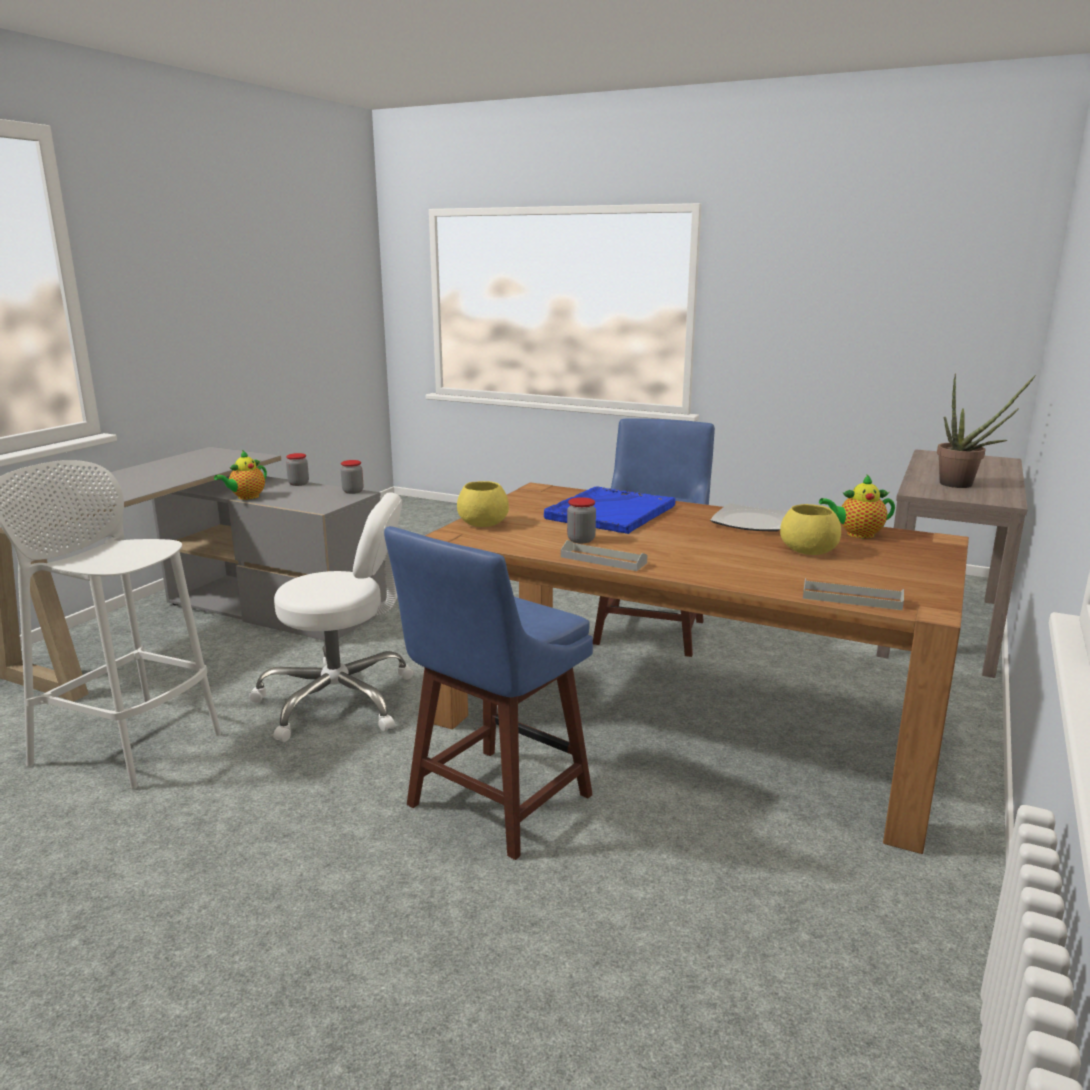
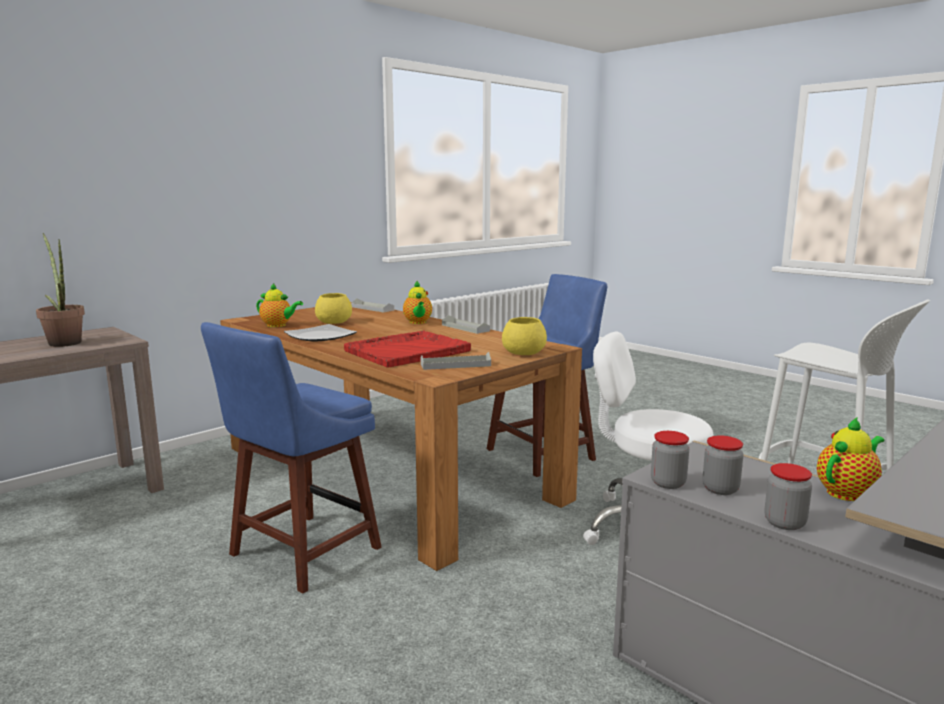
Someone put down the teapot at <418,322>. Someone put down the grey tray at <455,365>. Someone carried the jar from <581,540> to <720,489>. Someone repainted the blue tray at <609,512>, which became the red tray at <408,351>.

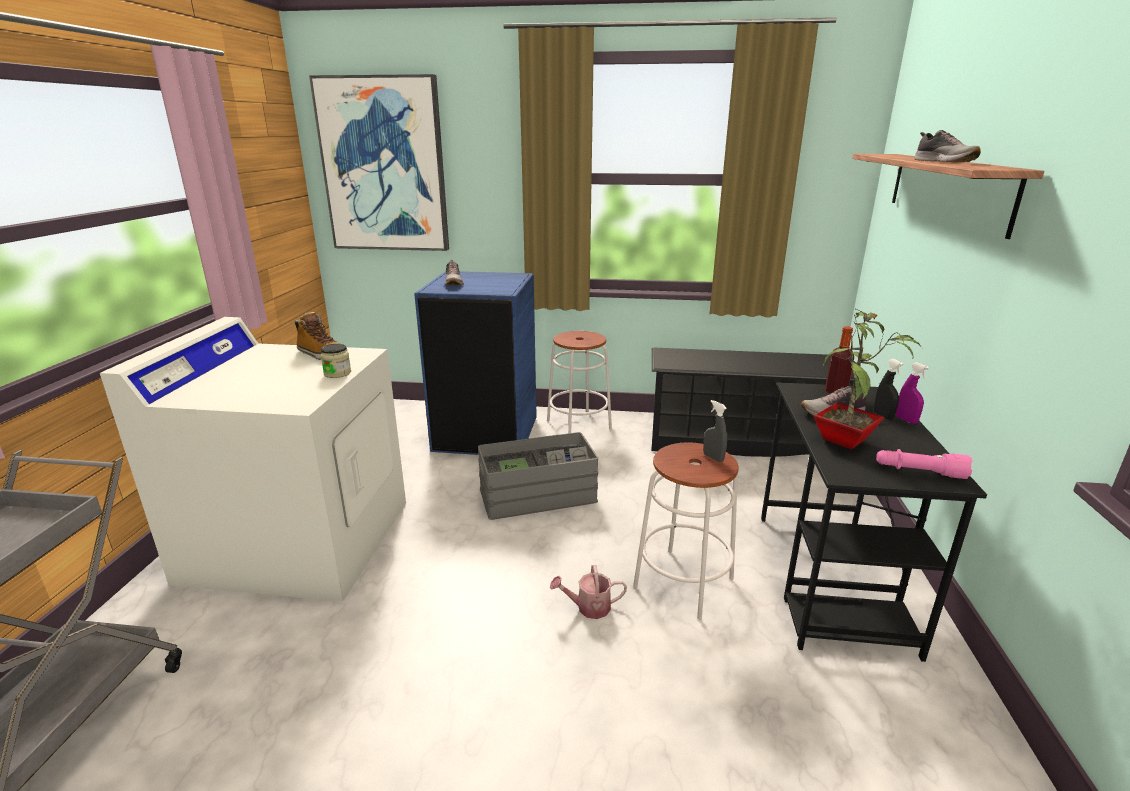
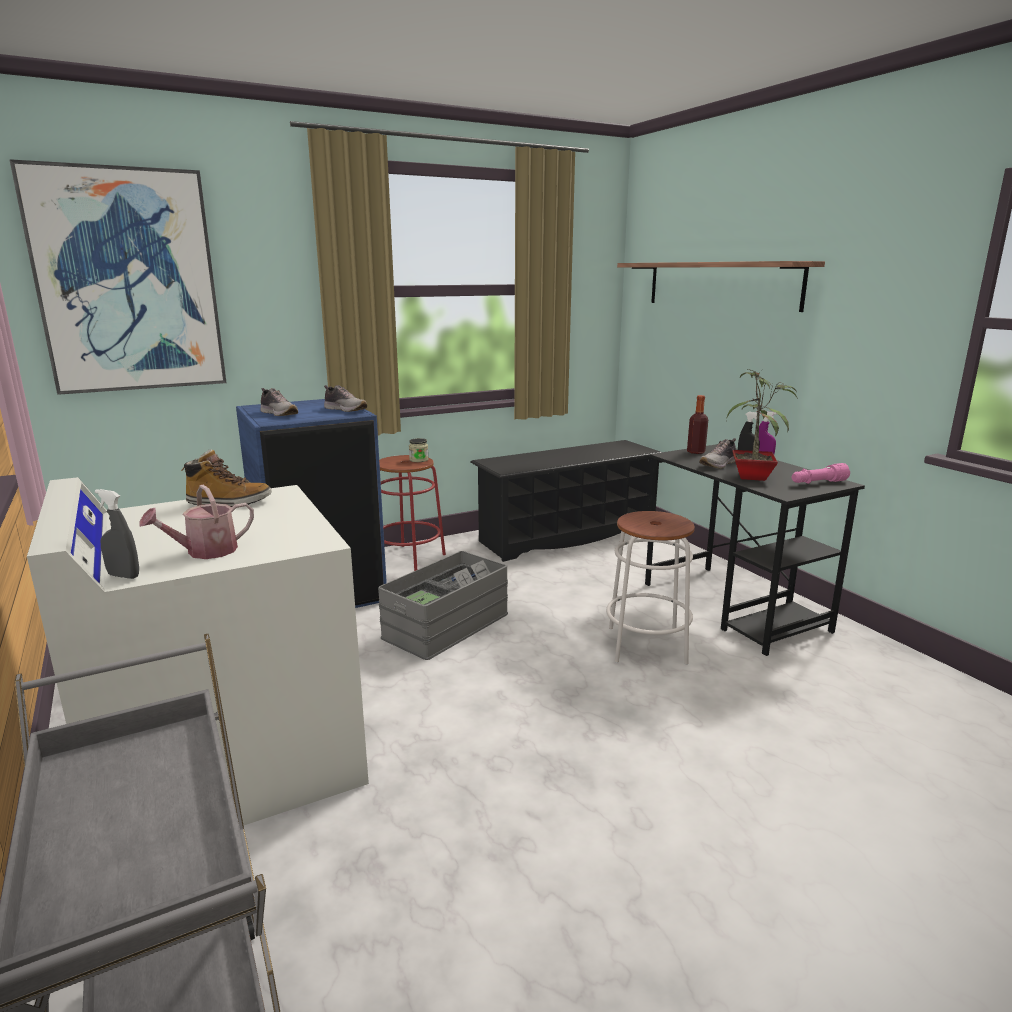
Someone carried the jar from <337,373> to <419,460>. Someone carried the watering can from <588,607> to <205,552>. Someone carried the grey spray bottle from <713,458> to <123,576>. Someone carried the shoe from <944,162> to <346,410>. Someone repainted the white stool at <578,424>, which became the red stool at <409,559>.

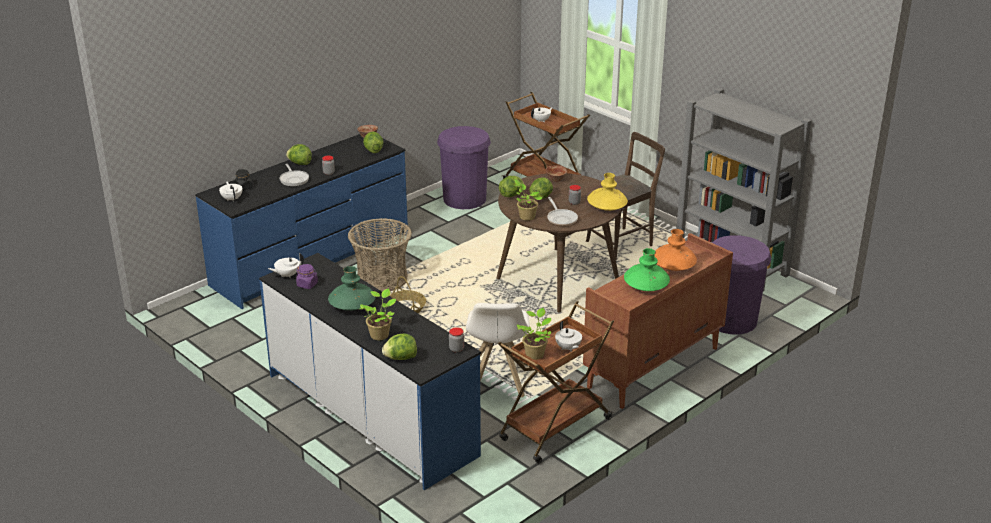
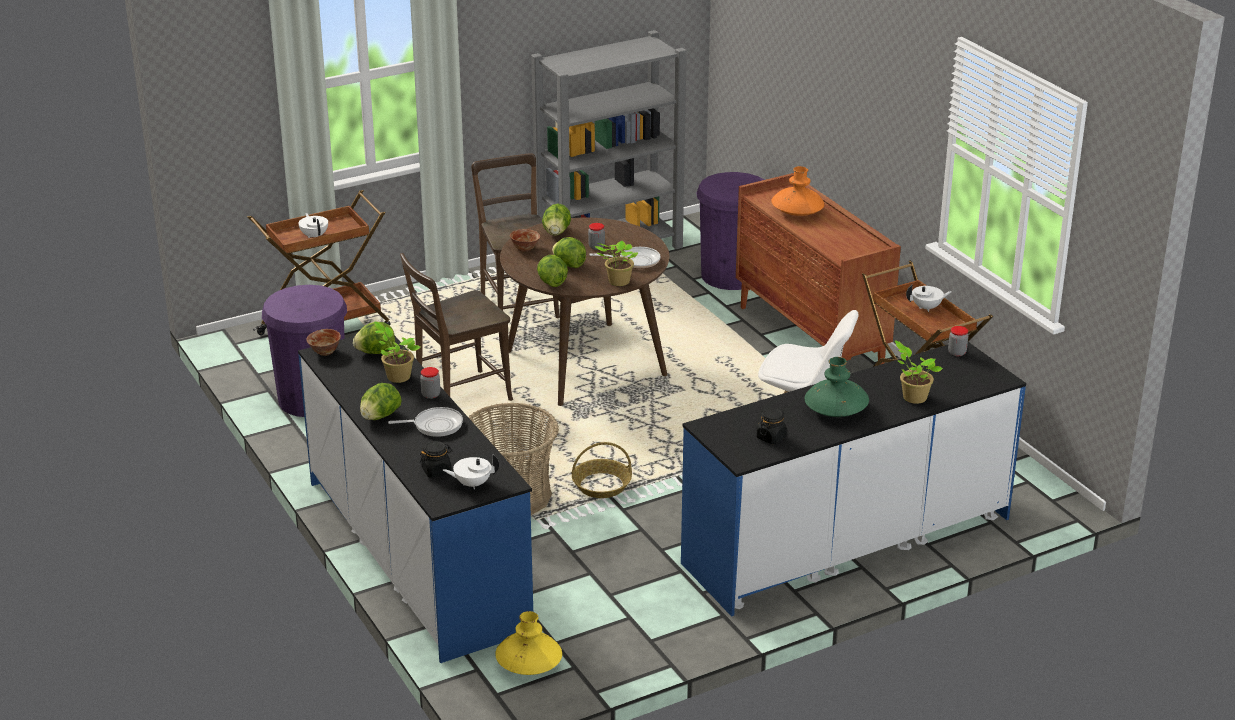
Someone took away the white teapot at <287,275>. Someone took away the green vase at <646,285>. Someone put down the brown chair at <459,397>. Someone carried the lettuce from <400,358> to <556,232>. Someone carried the potted plant from <535,353> to <397,376>. Someone carried the yellow vase from <607,206> to <529,663>. Someone repainted the purple jar at <307,285>, which became the black jar at <771,437>.

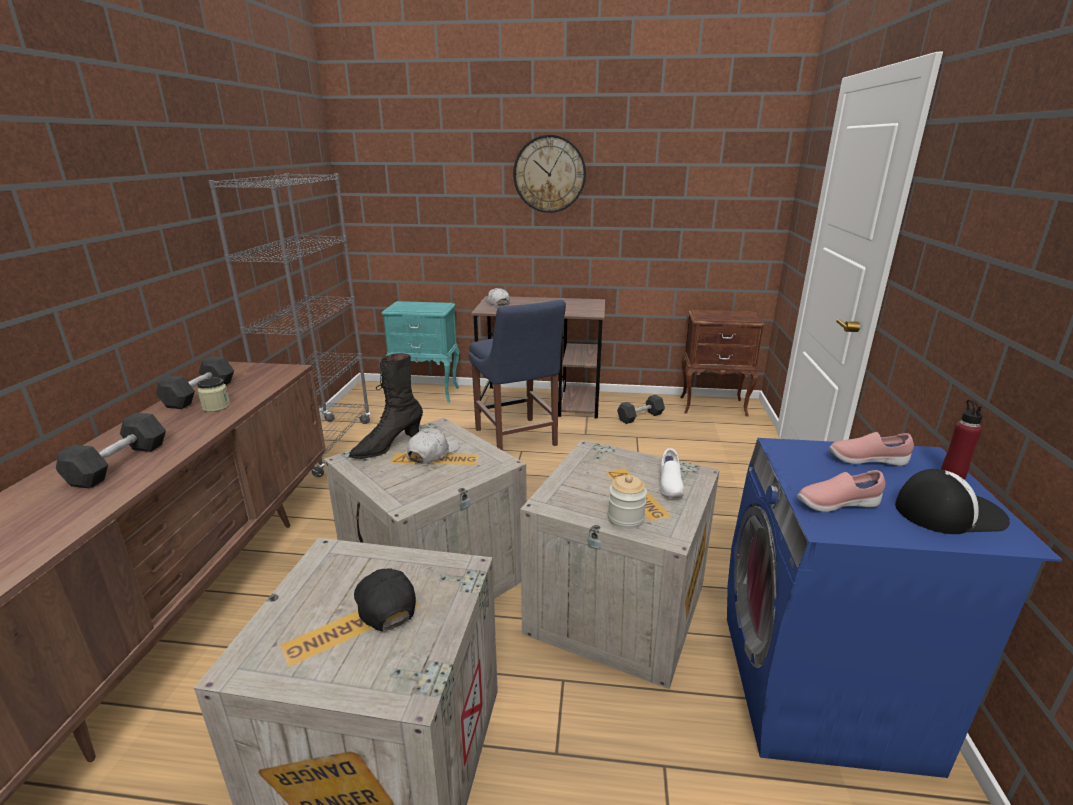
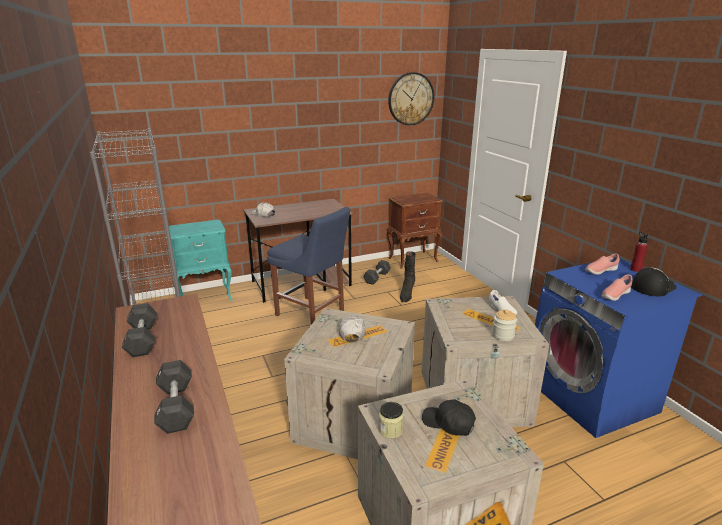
Someone carried the jar from <216,407> to <390,430>. Someone carried the black boot from <387,446> to <406,295>. Someone carried the wall clock from <549,174> to <411,99>.

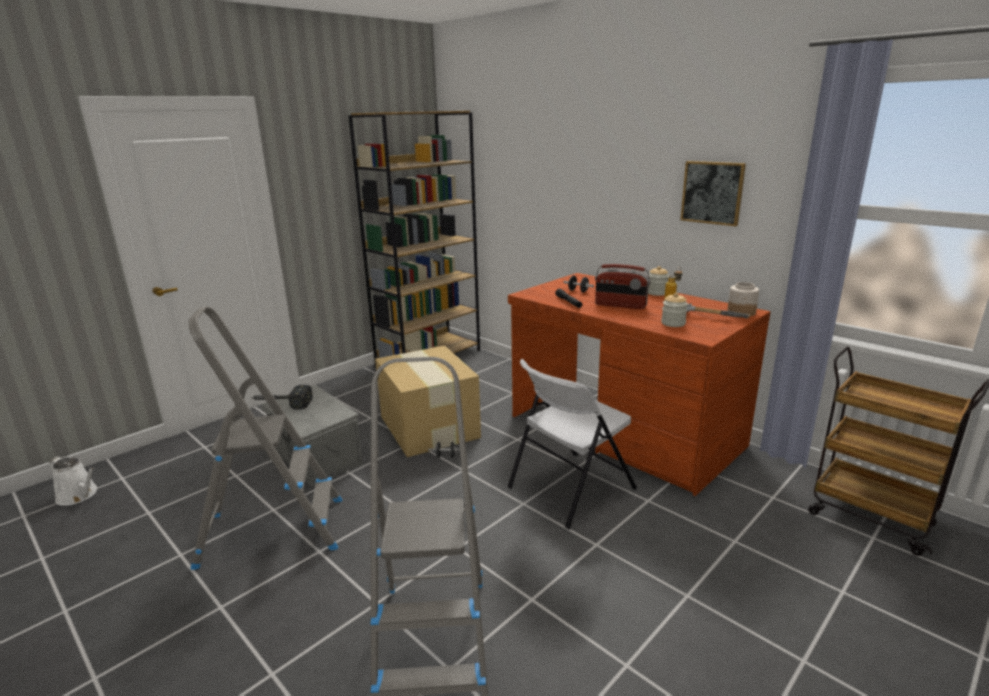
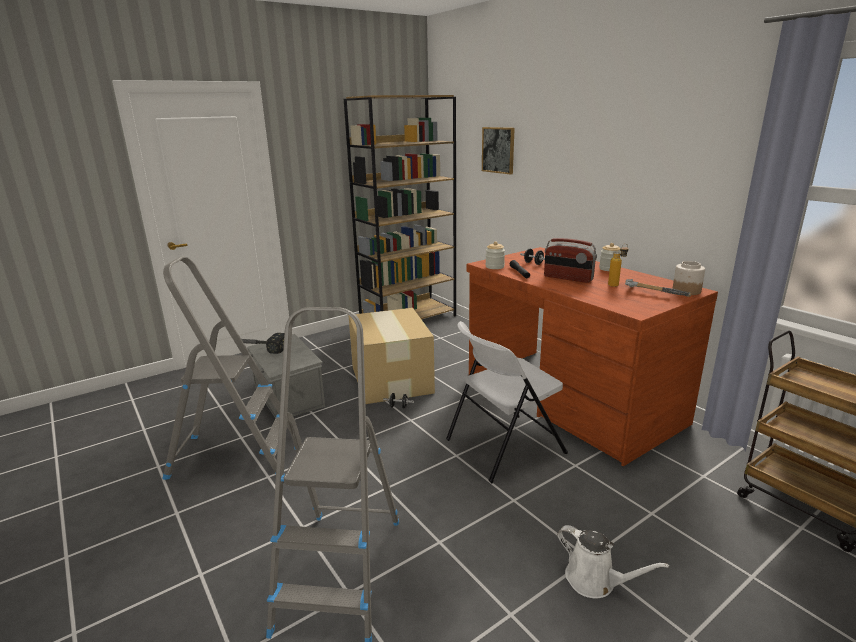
Someone carried the white watering can from <79,495> to <595,581>. Someone carried the jar from <673,323> to <494,267>. Someone carried the picture from <712,192> to <498,150>.

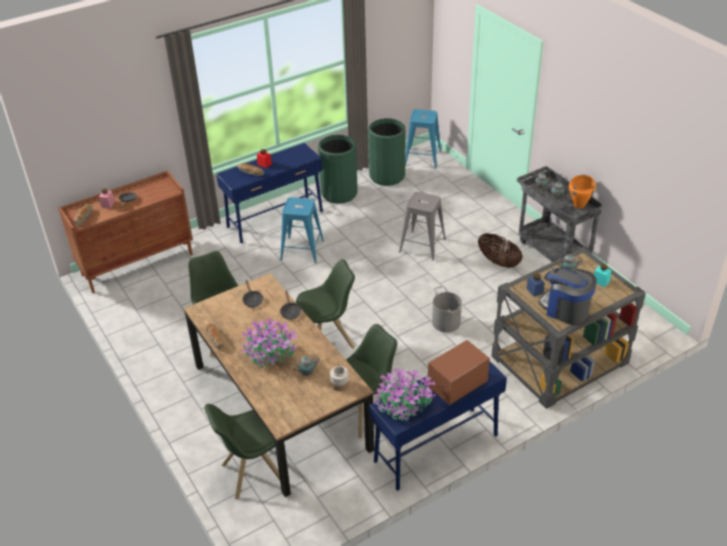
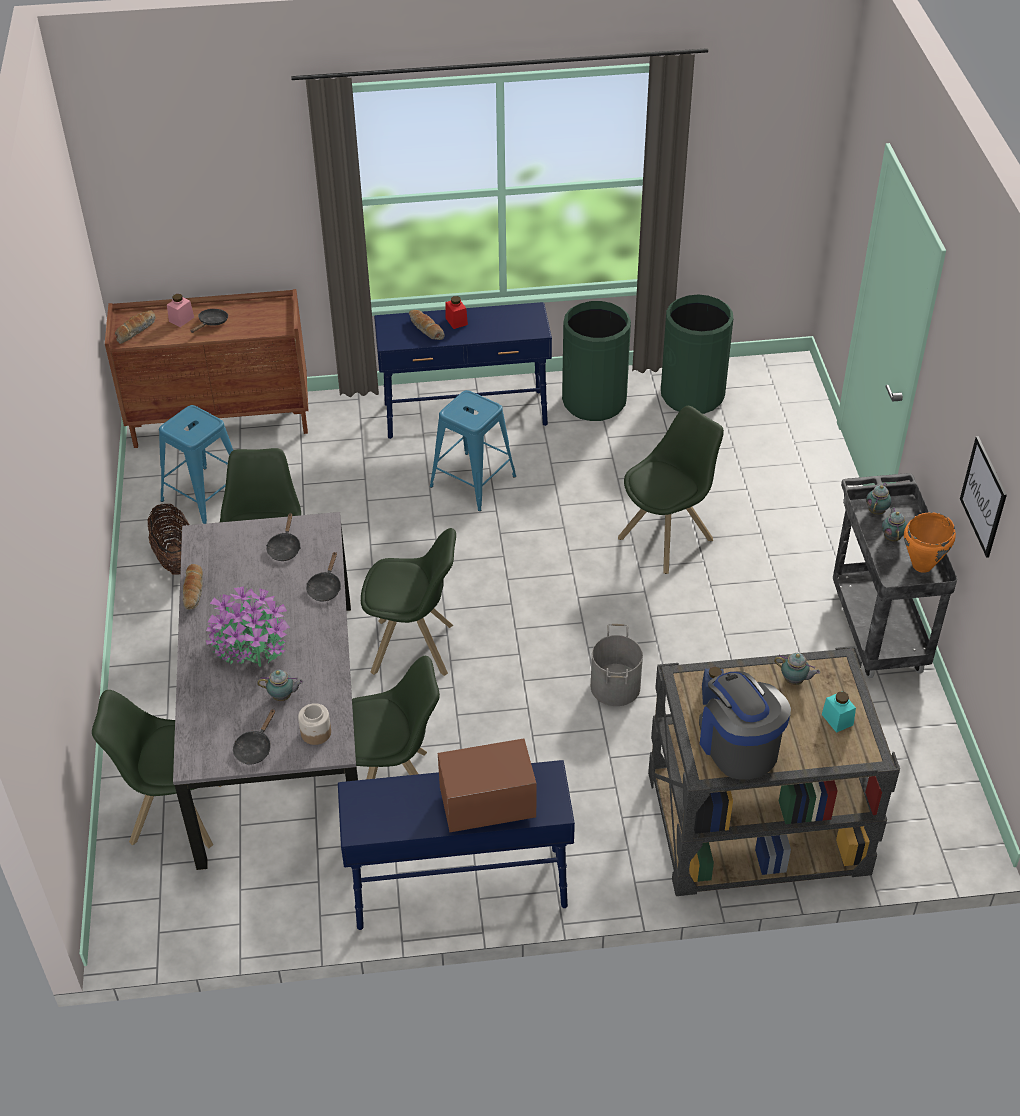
Someone took away the potted plant at <404,406>. Someone put down the black frying pan at <255,748>. Someone put up the picture at <983,496>. Someone carried the blue stool from <423,158> to <205,497>. Someone carried the basket from <498,262> to <175,558>. Someone swapped the grey stool at <422,245> for the green chair at <666,539>. Someone repainted the brown dining table at <280,406>, which became the grey dining table at <278,726>.

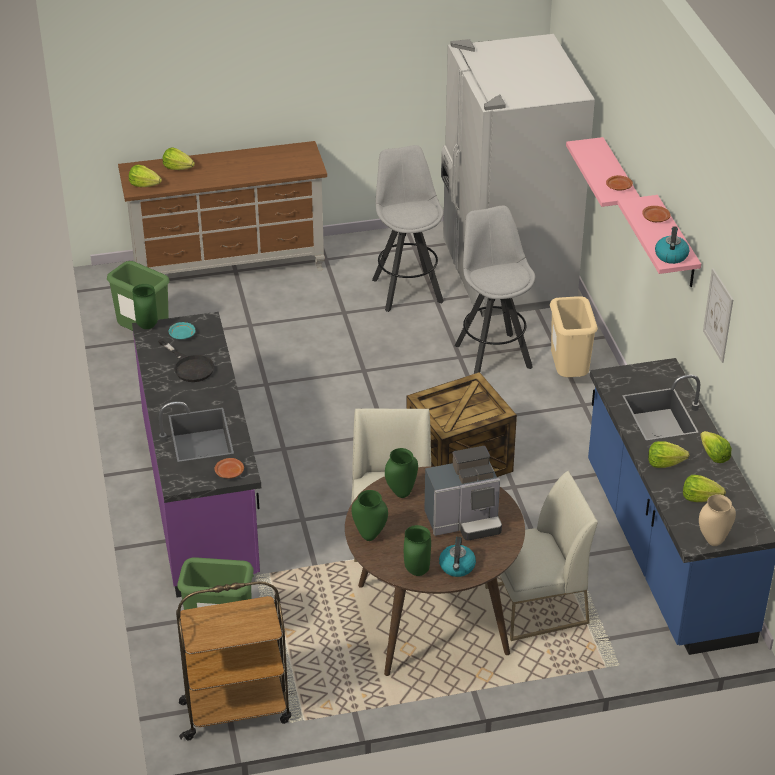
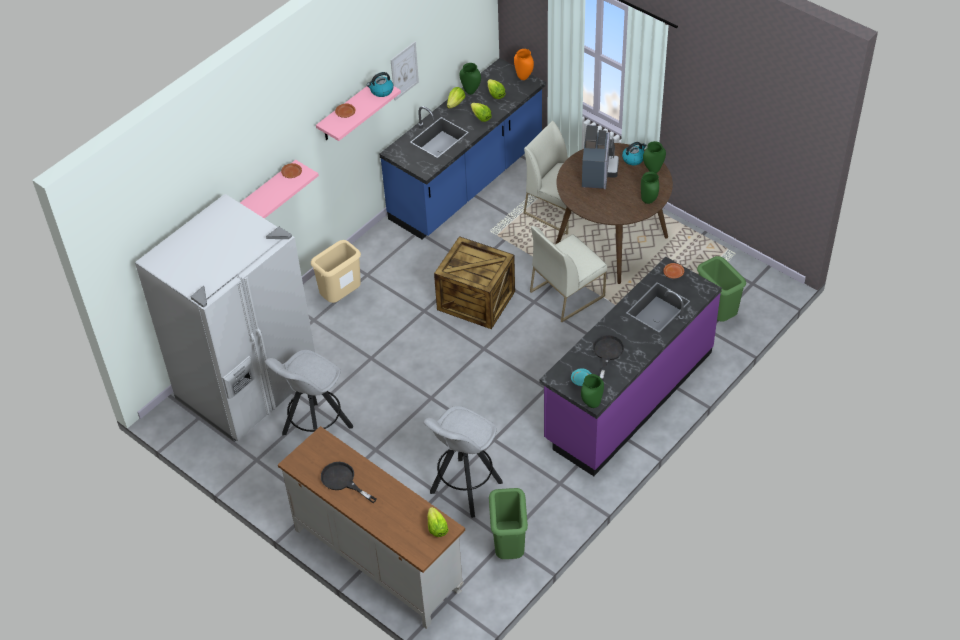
Someone took away the lettuce at <178,168>. Someone took away the brown cart at <236,712>. Someone put down the black frying pan at <343,481>. Someone carried the green vase from <401,494> to <471,91>. Someone carried the grey stool from <492,354> to <464,488>. Someone repainted the beige vase at <713,540>, which became the orange vase at <523,78>. Someone rotated the coffee machine at <464,521> by 60 degrees clockwise.

